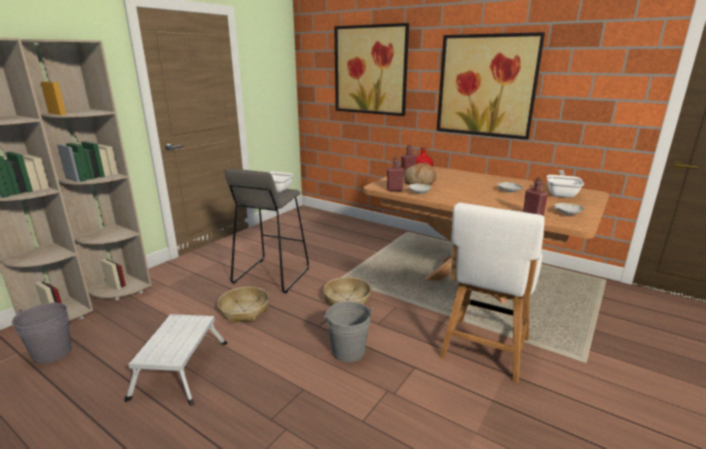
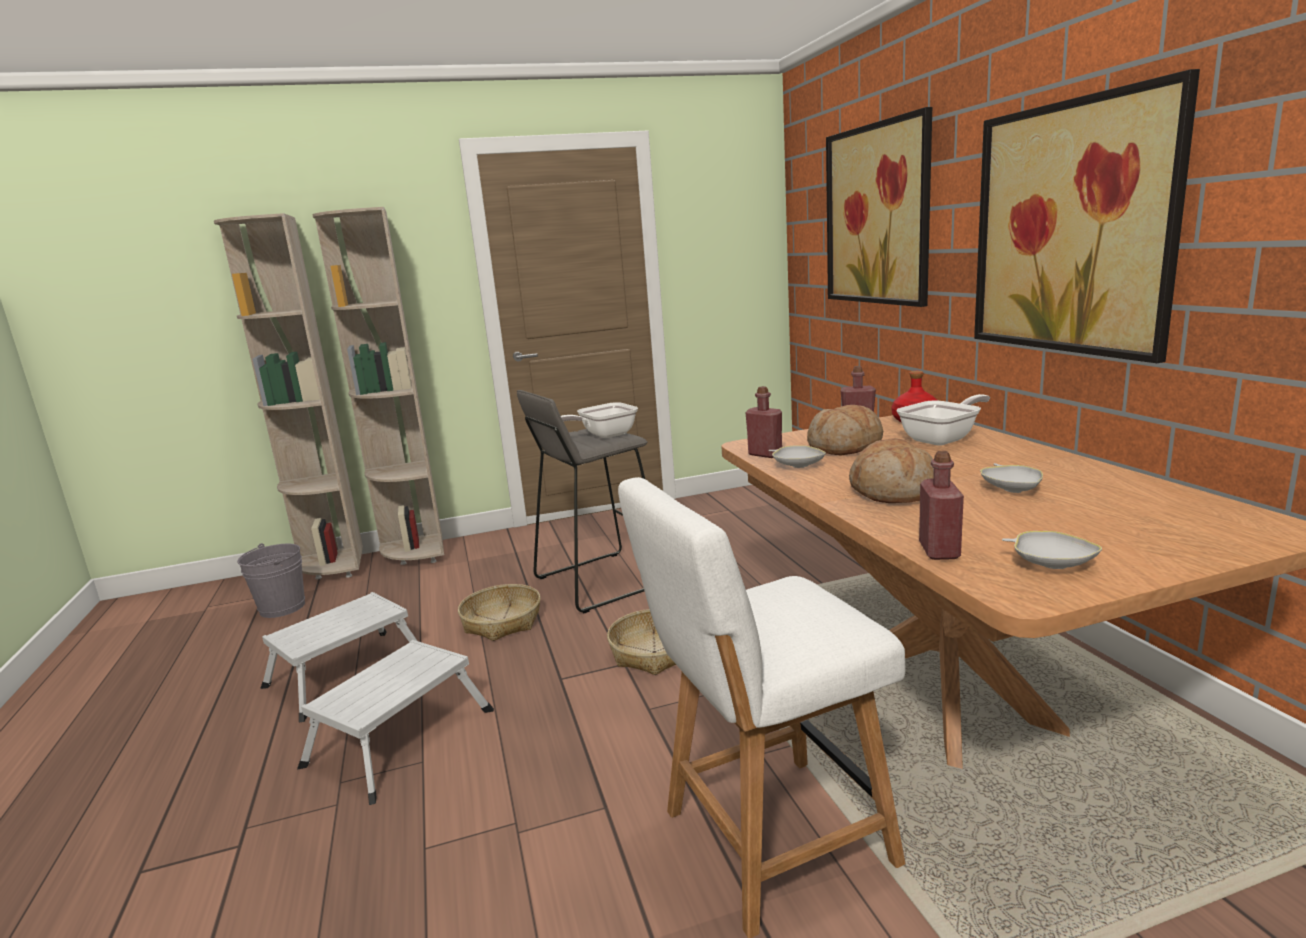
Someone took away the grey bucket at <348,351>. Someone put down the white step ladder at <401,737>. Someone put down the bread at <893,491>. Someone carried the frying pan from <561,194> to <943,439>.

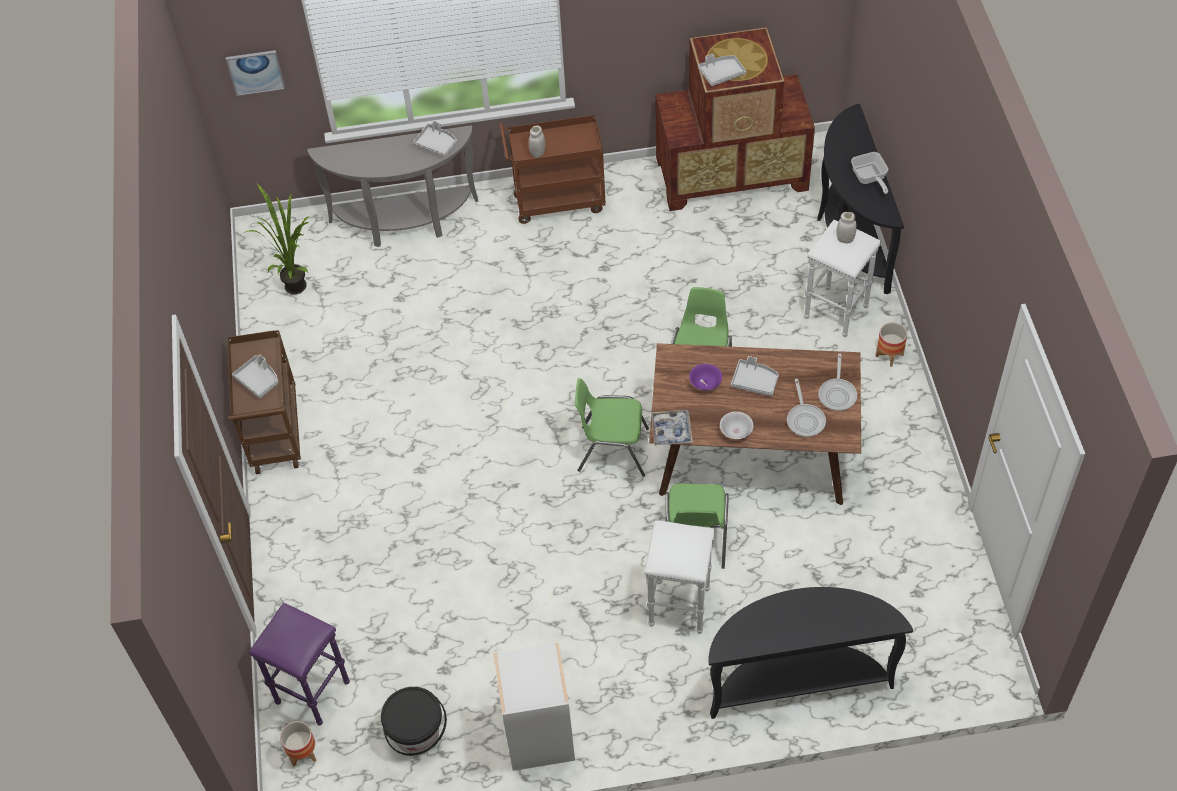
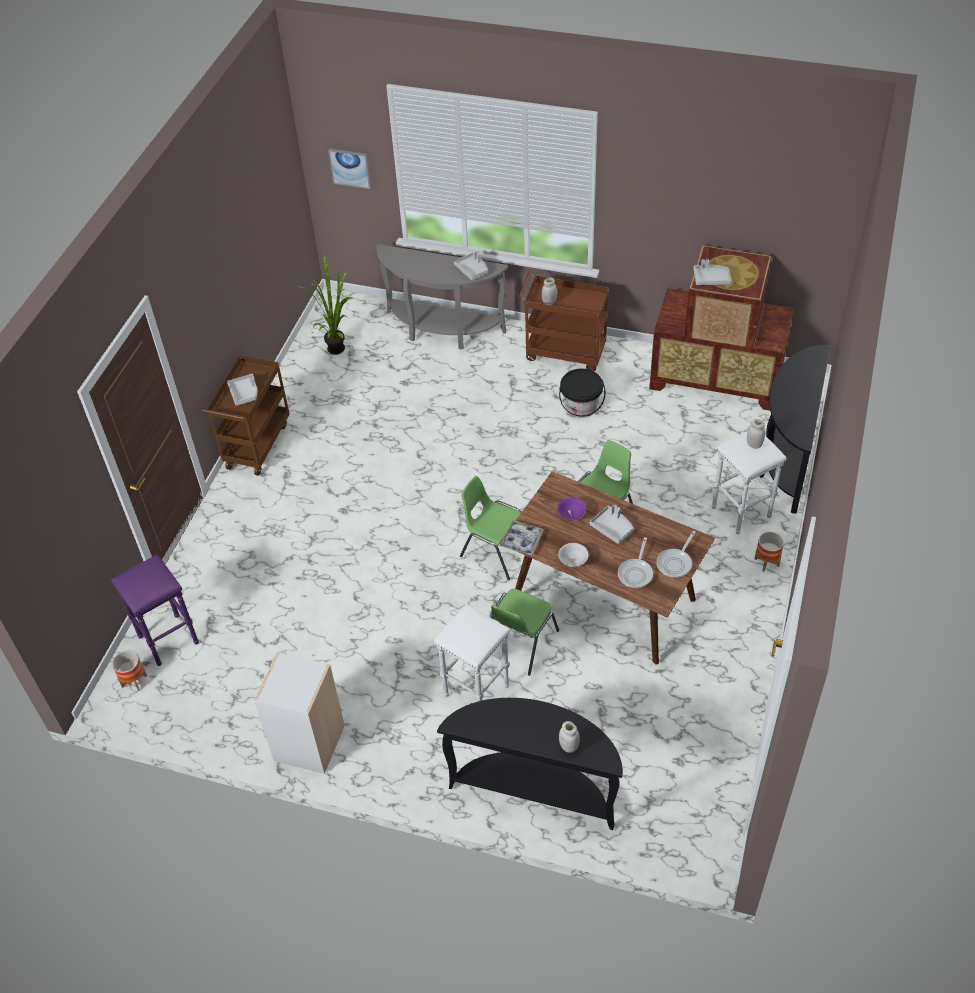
Someone took away the frying pan at <869,178>. Someone put down the white jar at <569,746>. Someone carried the black bucket from <416,733> to <581,406>.

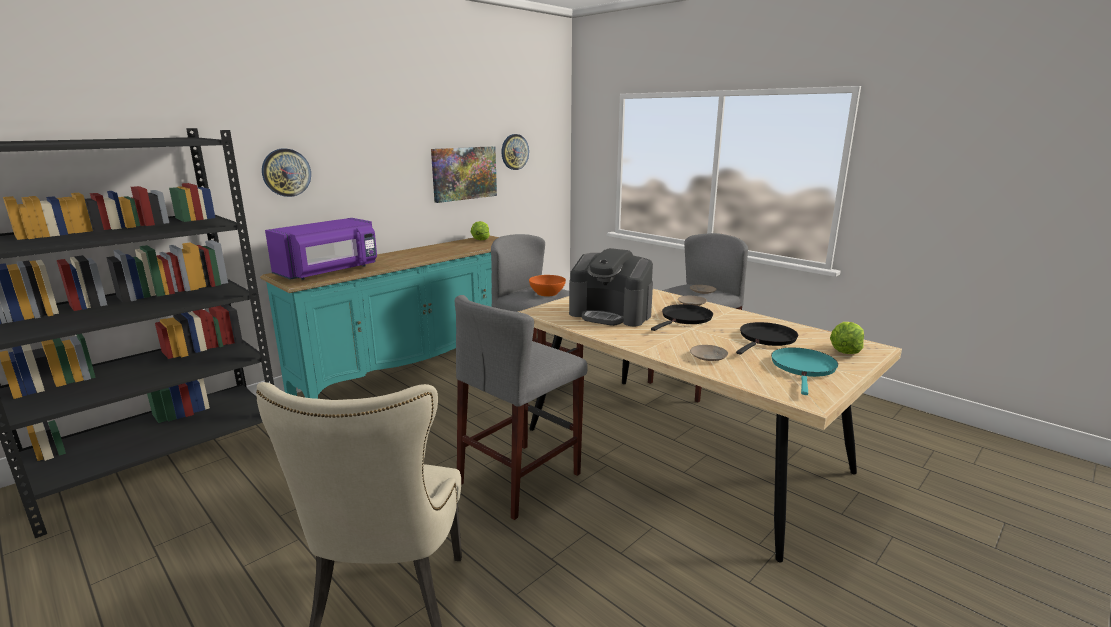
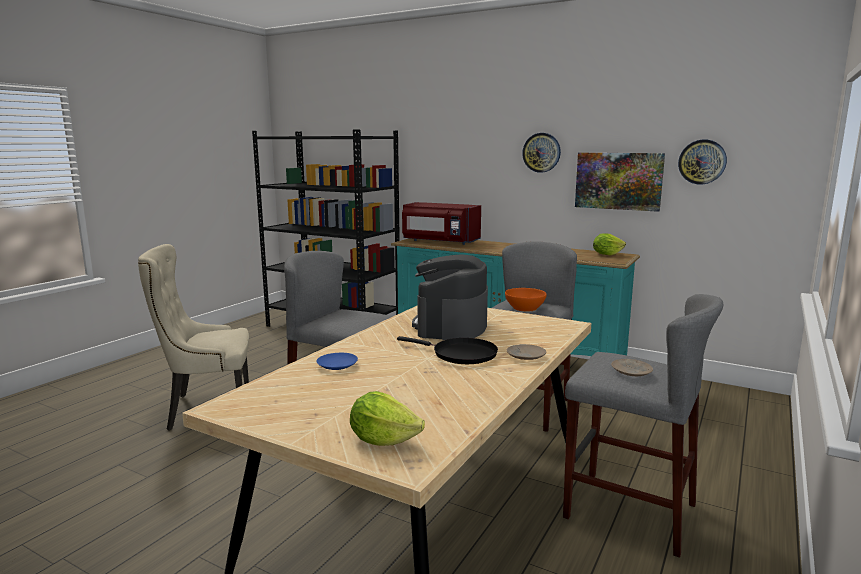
Someone took away the black frying pan at <766,339>. Someone took away the turquoise frying pan at <803,368>. Someone carried the wall clock from <286,172> to <541,152>. Someone repainted the purple microwave at <329,271>, which became the red microwave at <439,241>. Someone repainted the beige plate at <709,357>, which became the blue plate at <337,366>.

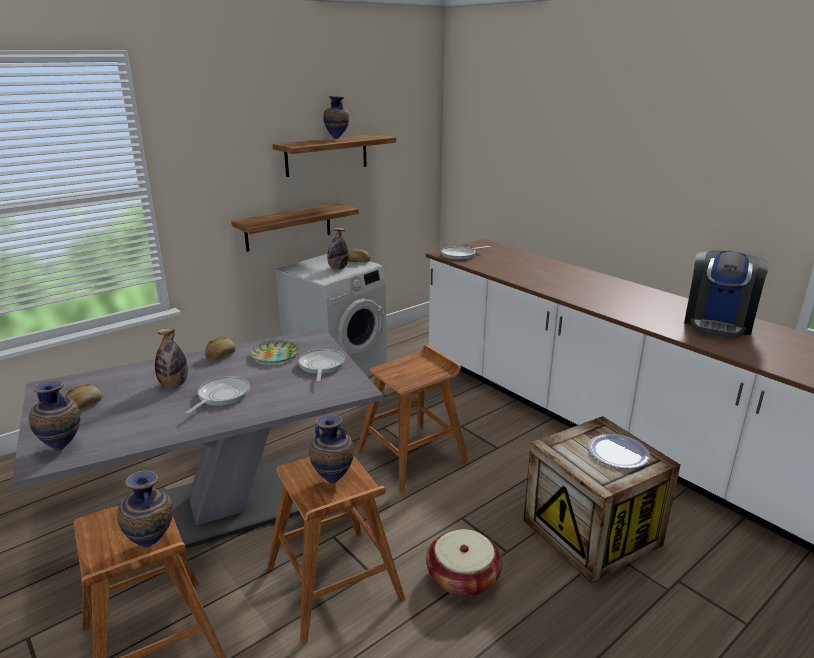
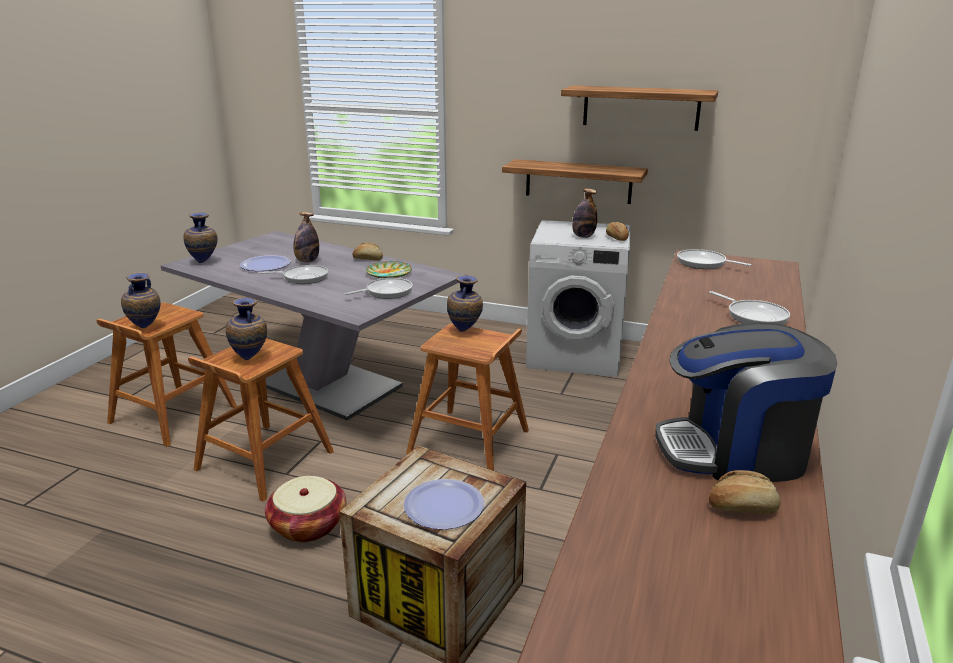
Someone put down the plate at <265,265>. Someone put down the frying pan at <754,316>. Someone carried the bread from <83,405> to <742,507>. Someone carried the vase from <337,138> to <465,331>.

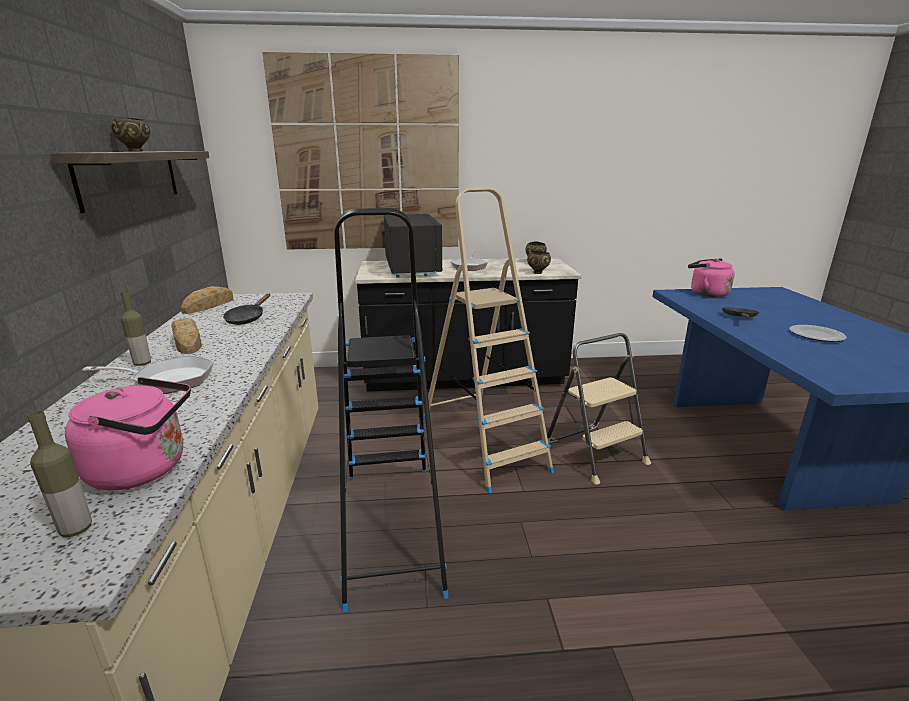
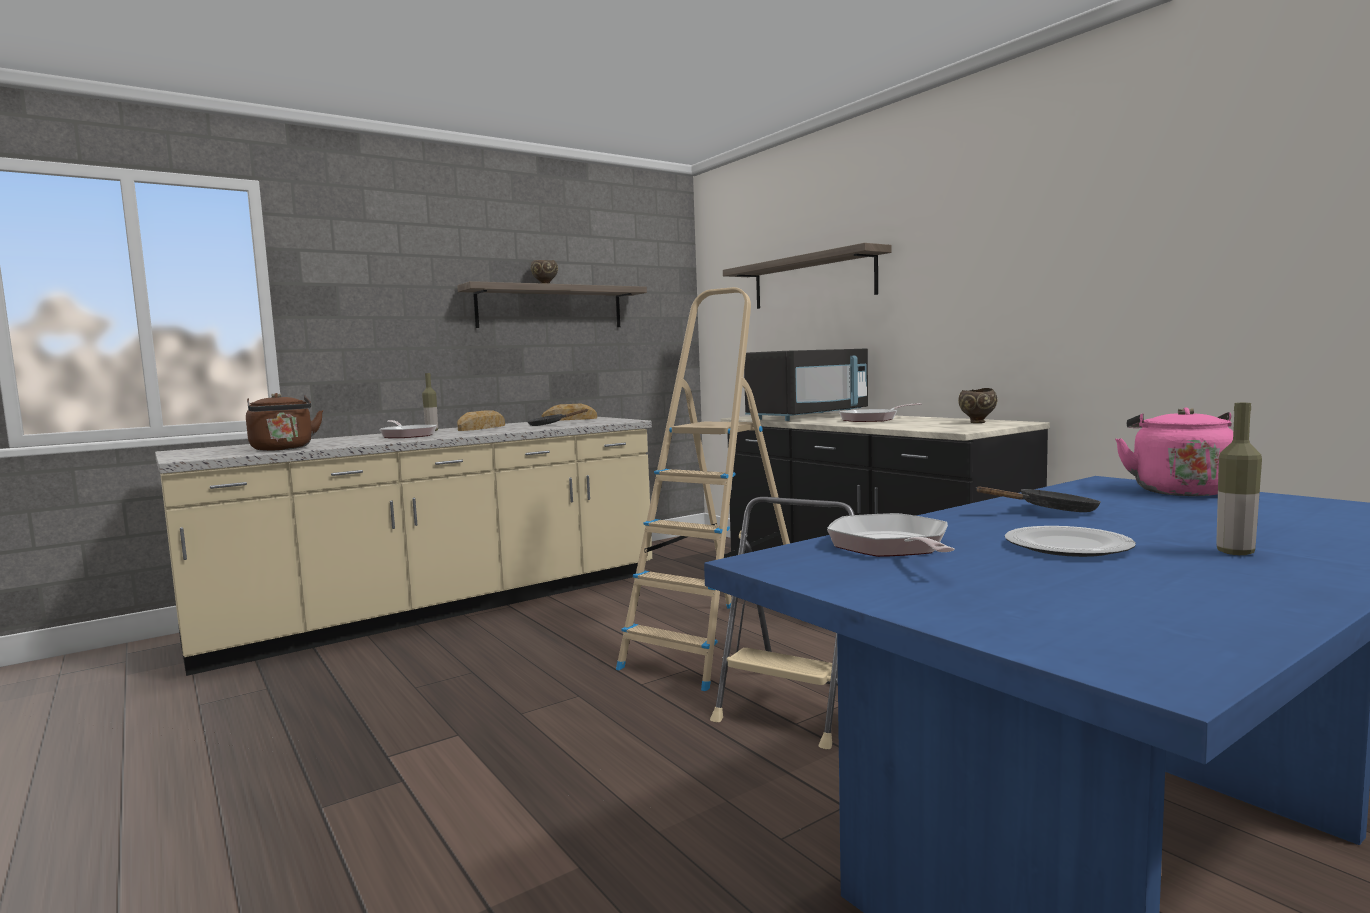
Someone took away the black step ladder at <391,526>. Someone took away the brown bowl at <538,273>. Someone put down the frying pan at <891,547>. Someone carried the bottle from <76,529> to <1235,552>. Someone swapped the picture at <368,157> for the shelf at <812,280>. Someone repainted the pink kettle at <144,468>, which became the brown kettle at <283,449>.

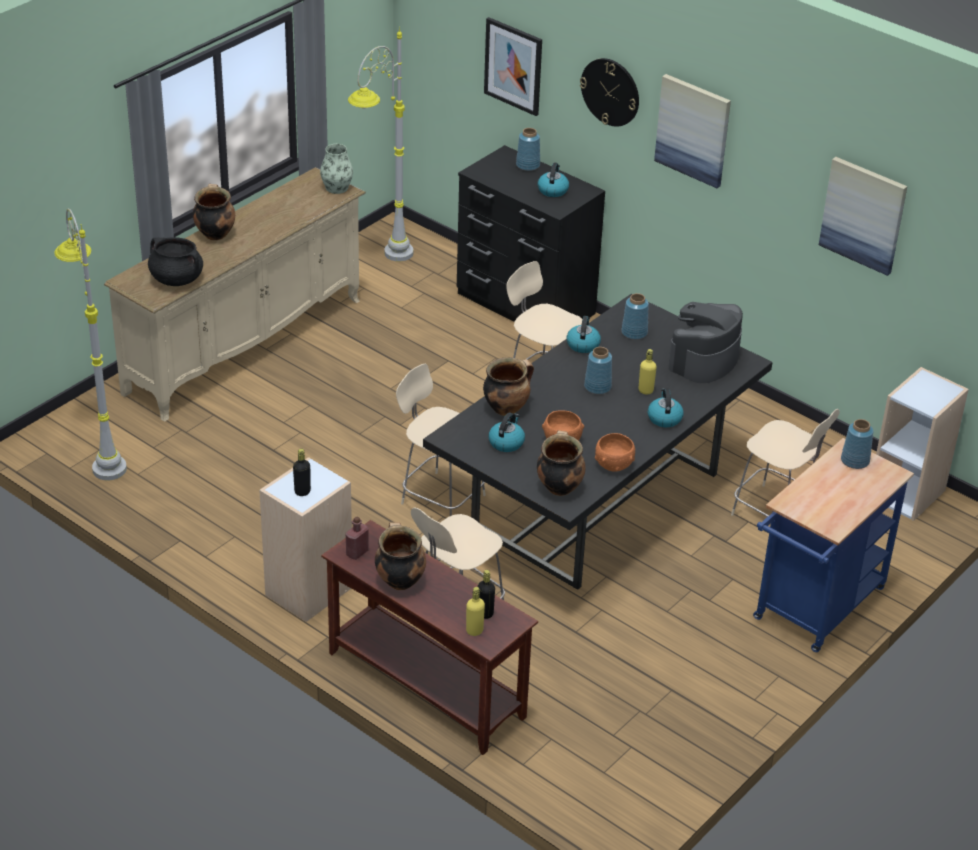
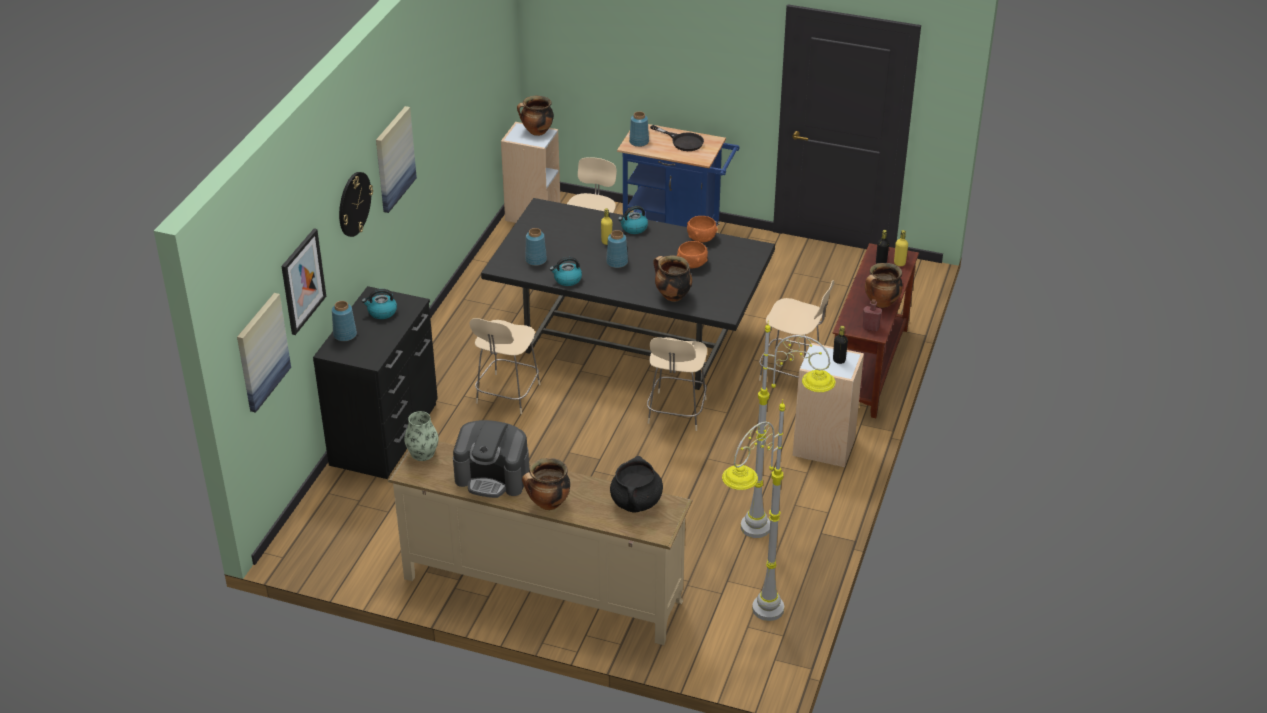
Someone took away the kettle at <506,442>. Someone put down the black frying pan at <683,141>. Someone carried the grey floor lamp from <382,263> to <781,533>. Someone carried the cooking pot from <559,487> to <537,132>. Someone carried the coffee machine from <703,360> to <493,477>. Someone carried the picture from <863,215> to <262,352>.

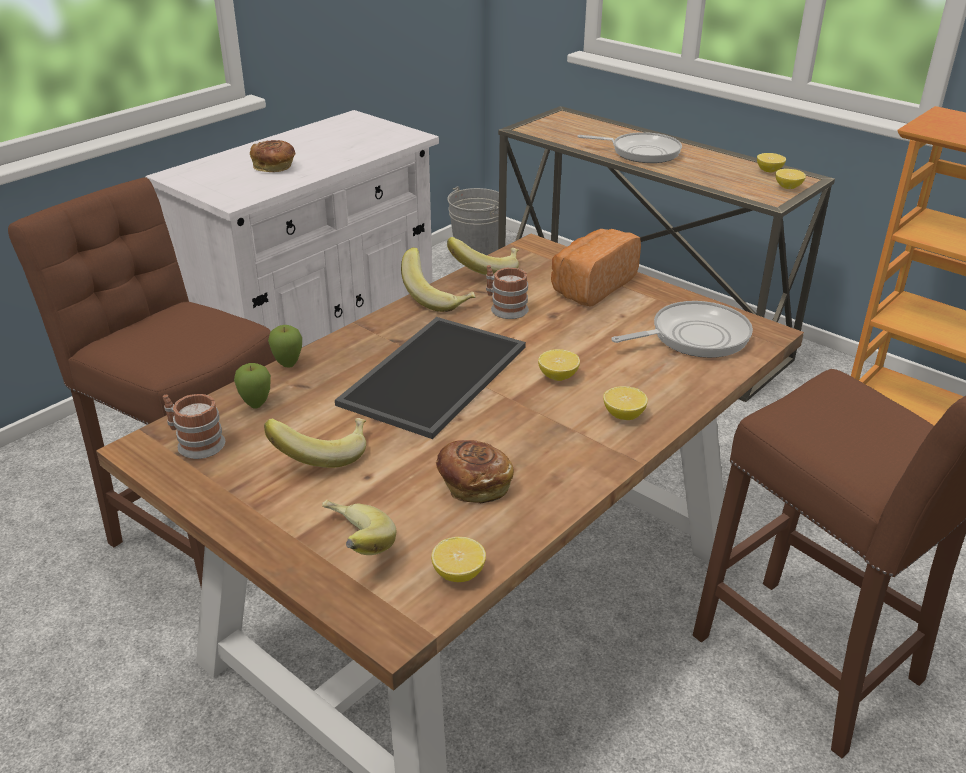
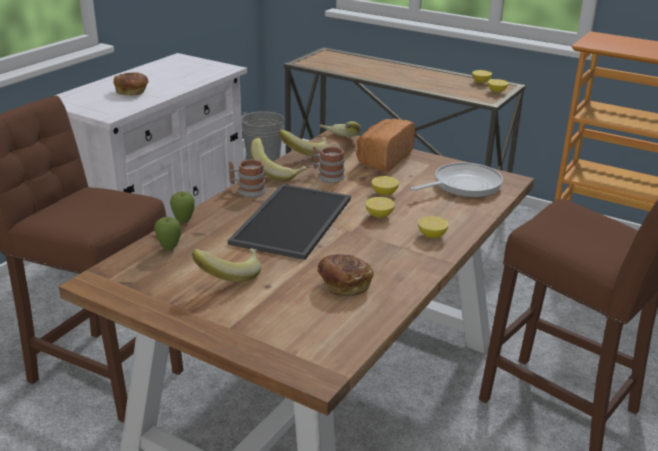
Someone took away the frying pan at <641,152>. Someone carried the mug from <195,443> to <247,190>. Someone carried the banana from <352,548> to <338,140>. Someone carried the lemon from <458,574> to <384,193>.

